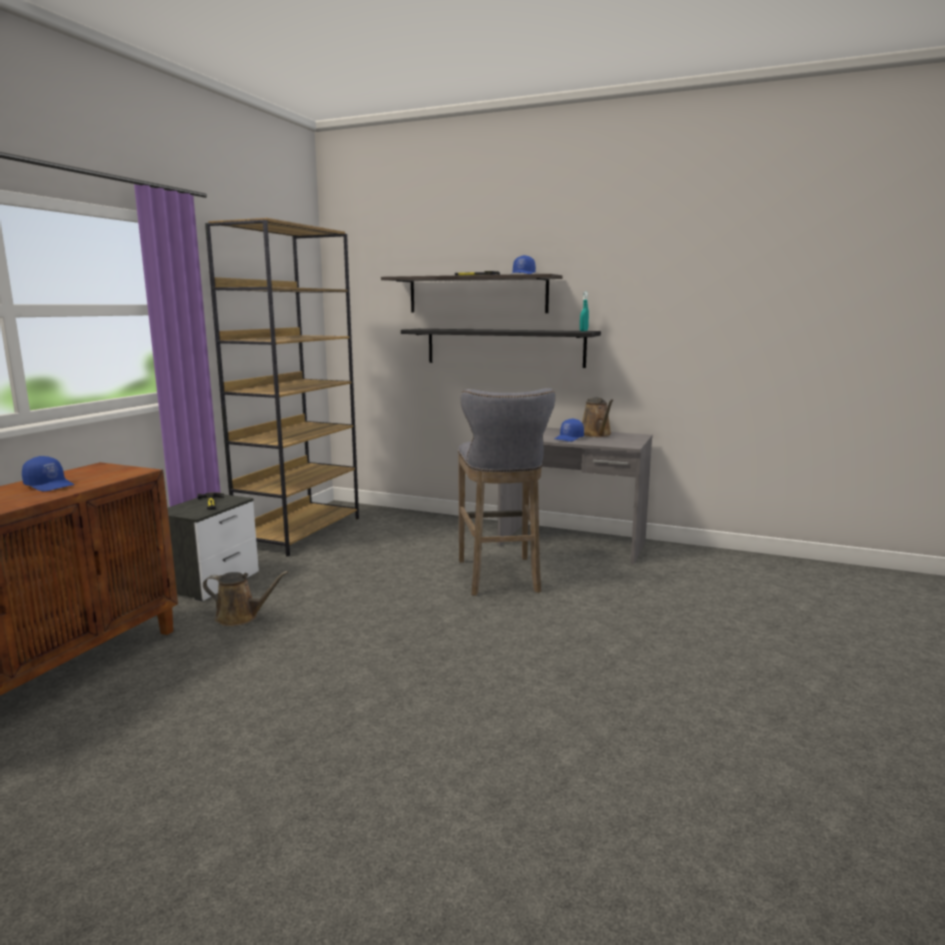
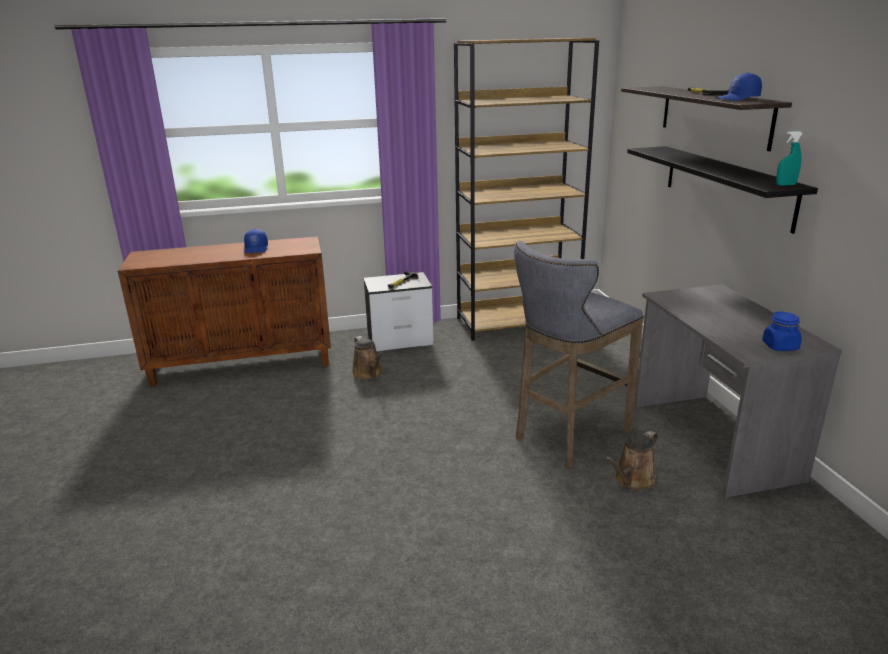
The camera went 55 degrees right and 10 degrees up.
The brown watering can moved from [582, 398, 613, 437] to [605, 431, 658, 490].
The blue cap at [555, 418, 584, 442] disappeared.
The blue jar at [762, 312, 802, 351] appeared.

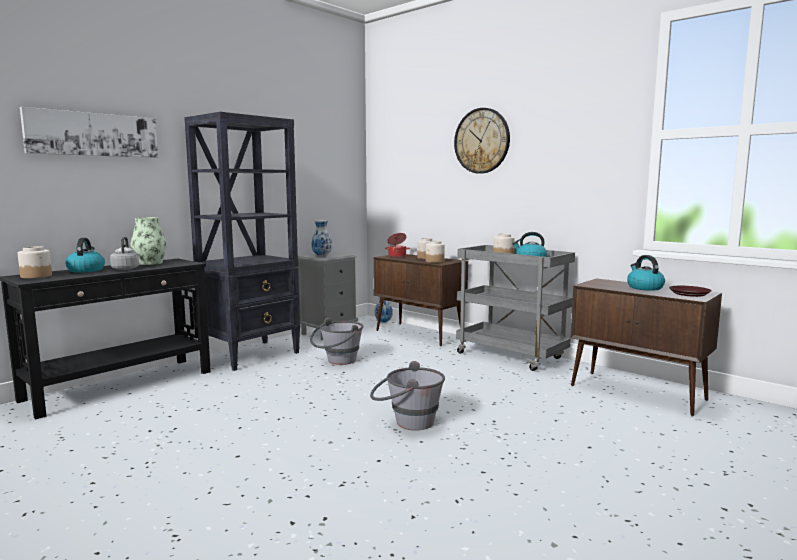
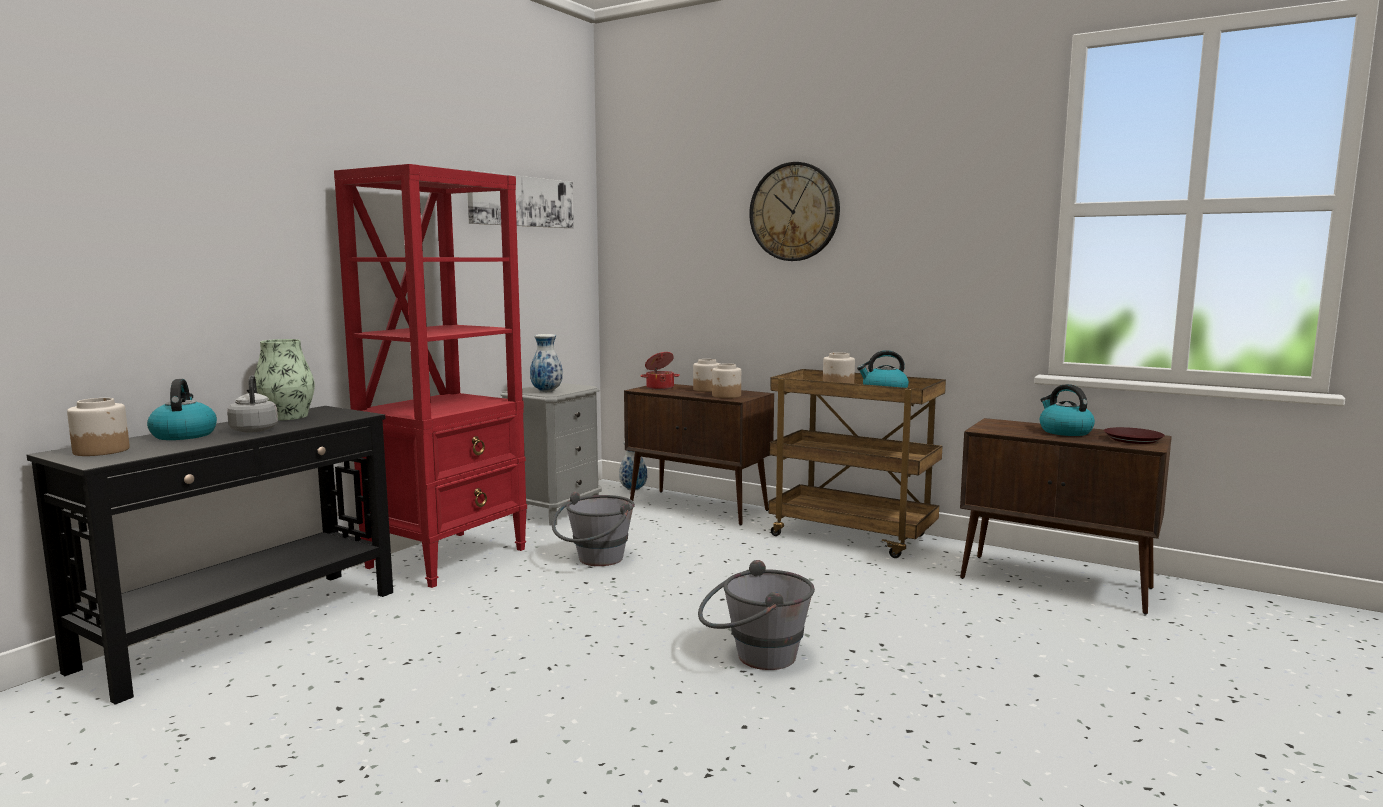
The camera went 10 degrees left and 0 degrees up.
The picture moved from [20, 107, 158, 158] to [467, 170, 574, 228].
The black bookcase at [184, 112, 300, 371] became the red bookcase at [334, 164, 527, 588].
The grey cart at [456, 245, 575, 371] became the brown cart at [768, 369, 946, 558].

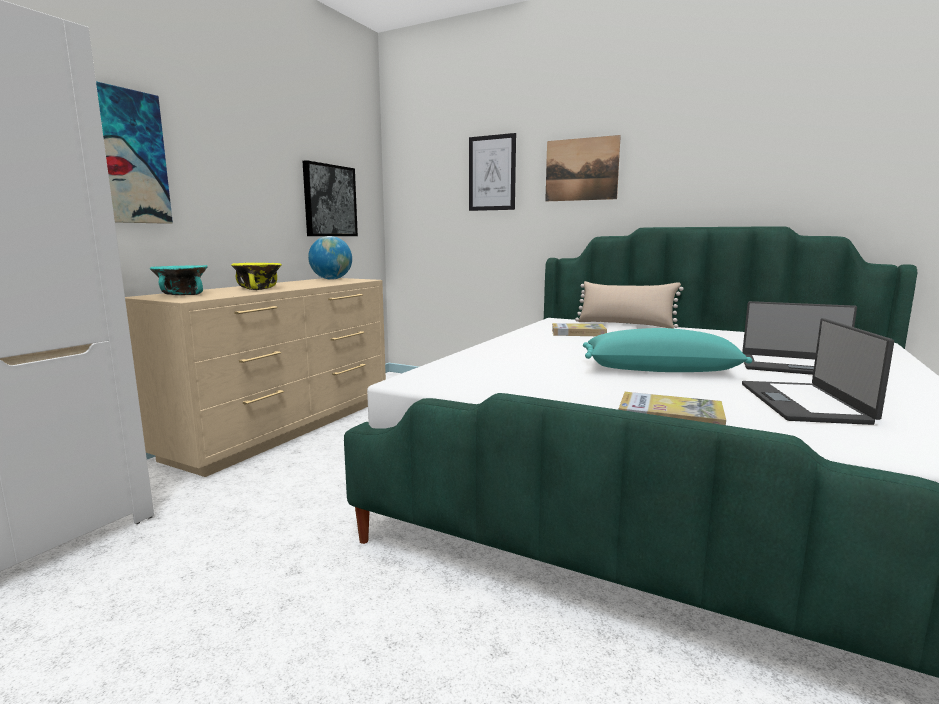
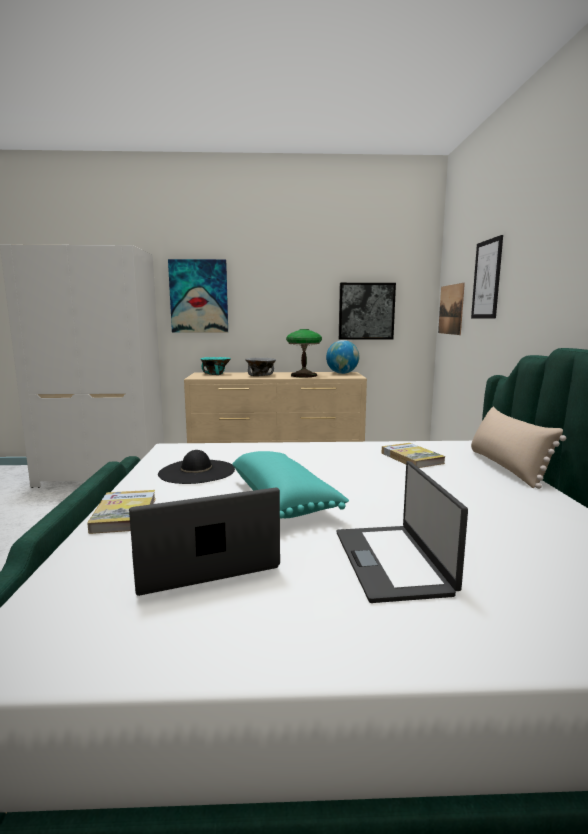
The camera went 60 degrees right and 0 degrees up.
The picture moved from [545, 135, 621, 201] to [438, 283, 465, 335].
The yellow bowl at [231, 263, 282, 290] became the grey bowl at [245, 358, 276, 376].
The table lamp at [286, 329, 322, 377] appeared.
The black hat at [158, 450, 235, 484] appeared.

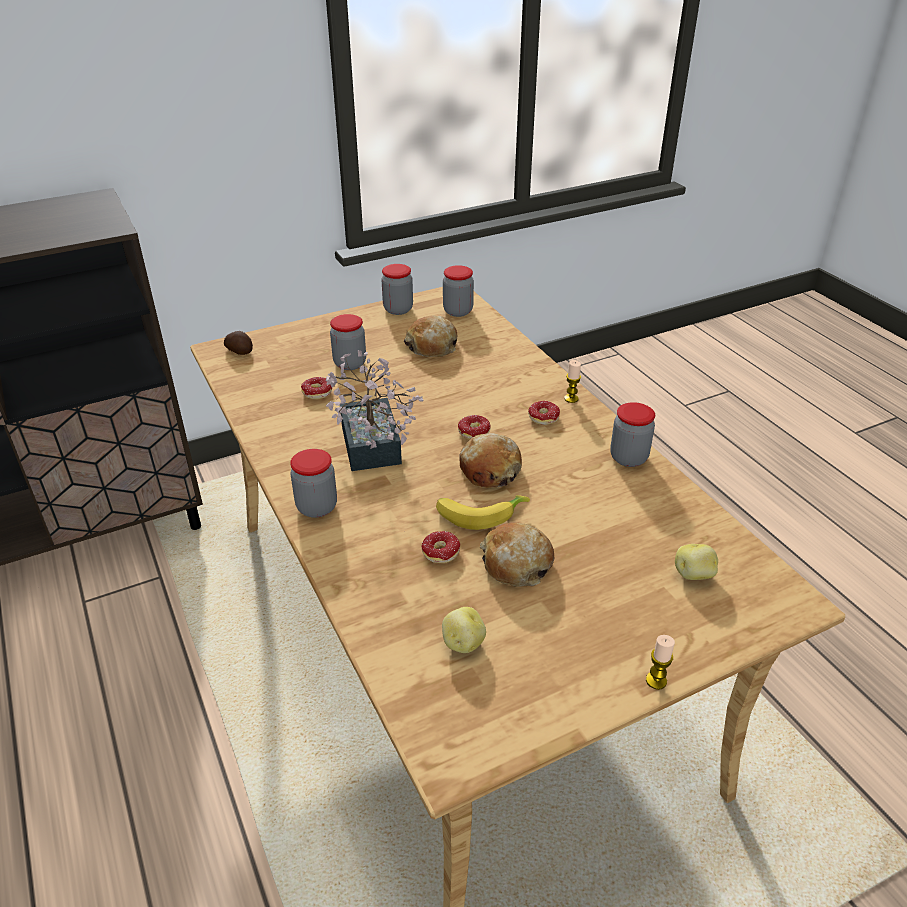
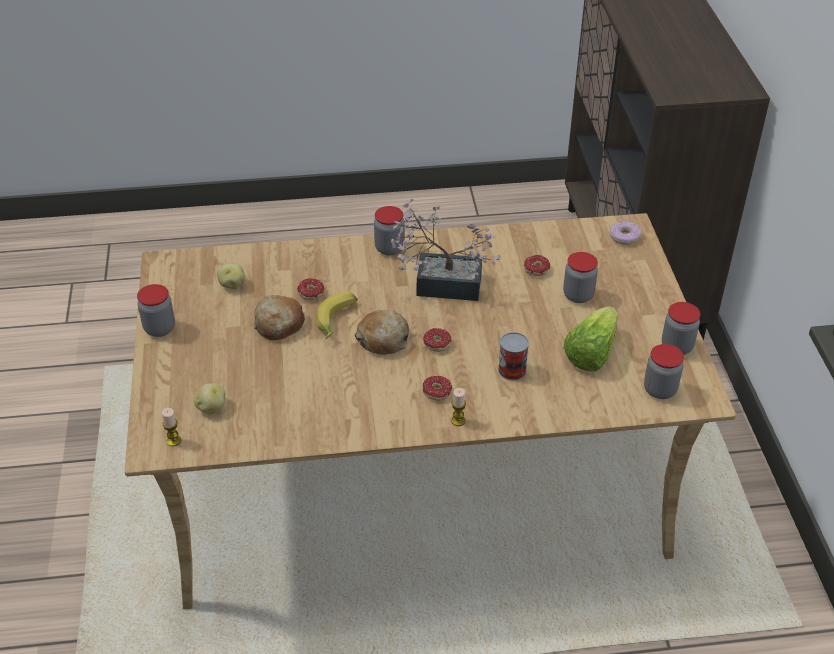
The camera went 110 degrees right and 5 degrees up.
The bread at [404, 315, 457, 357] was replaced by the lettuce at [564, 306, 618, 372].
The potato at [224, 331, 253, 355] was replaced by the donut at [610, 221, 642, 245].
The jar moved from [610, 402, 655, 467] to [137, 284, 175, 337].
The candle moved from [646, 635, 675, 690] to [162, 408, 181, 446].
The can at [498, 332, 529, 380] appeared.

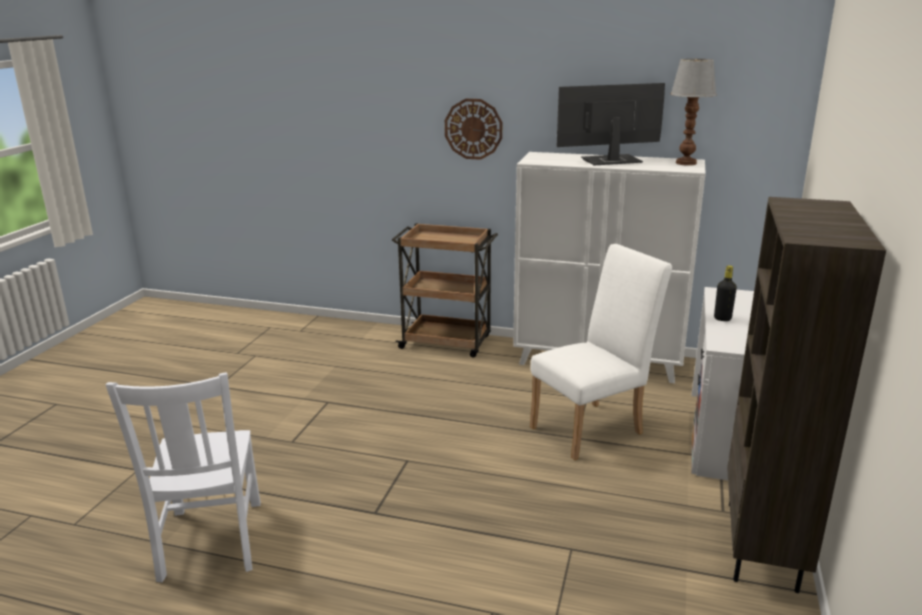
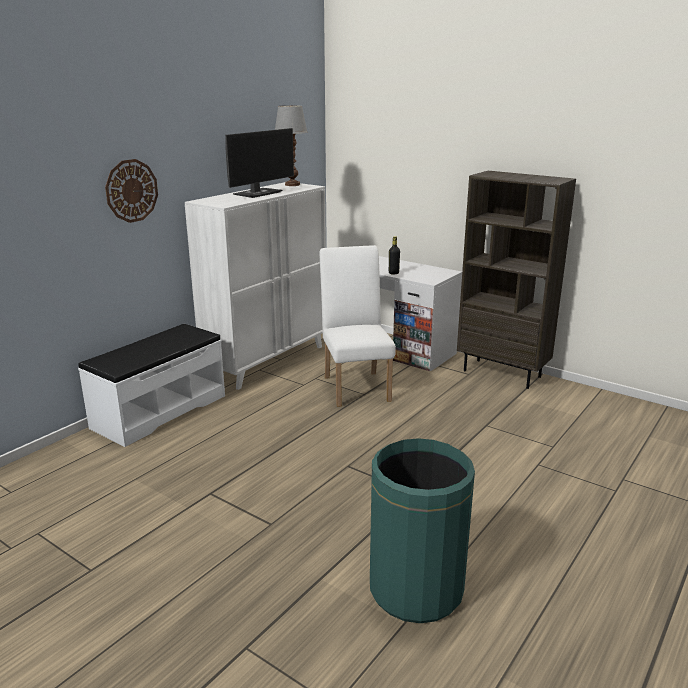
The camera went 70 degrees left and 0 degrees up.
The monitor at [556, 83, 665, 165] turned 150 degrees counterclockwise.
The brown cart at [392, 223, 498, 358] was replaced by the white bench at [78, 324, 225, 447].
The white chair at [105, 372, 261, 582] was replaced by the green trash can at [370, 438, 475, 623].

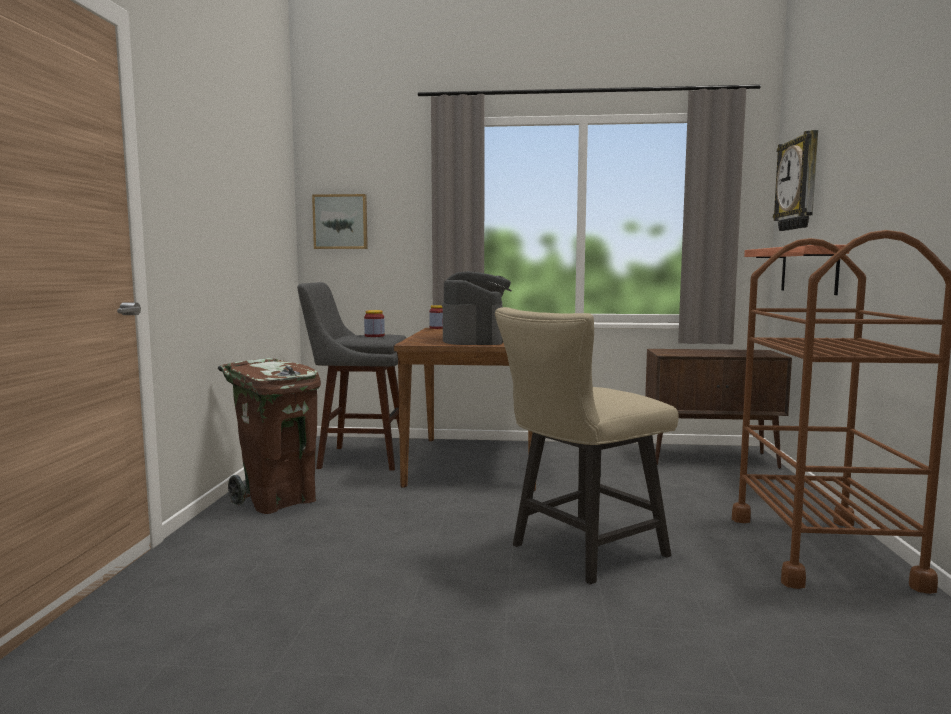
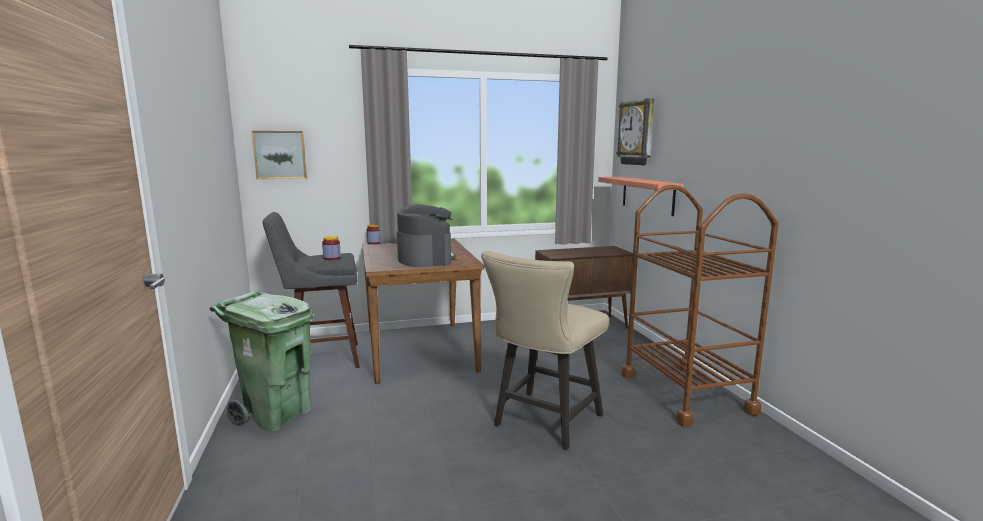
The camera went 20 degrees left and 5 degrees up.
The brown trash can at [218, 358, 321, 514] became the green trash can at [210, 291, 313, 431].

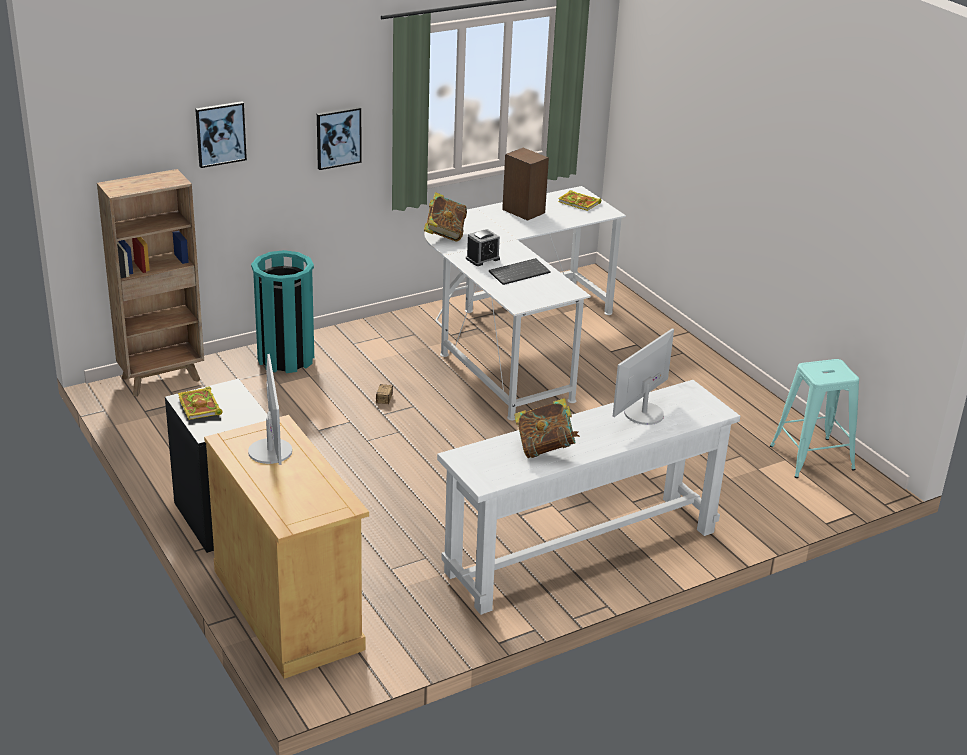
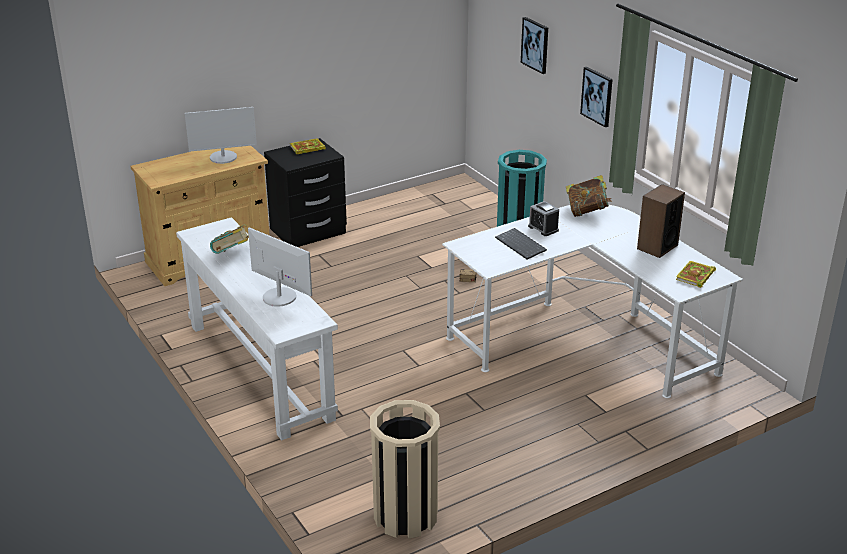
The camera went 90 degrees right and 0 degrees up.
The brown bookcase at [97, 169, 204, 397] disappeared.
The turquoise stool at [770, 359, 859, 478] was replaced by the beige trash can at [370, 400, 440, 539].

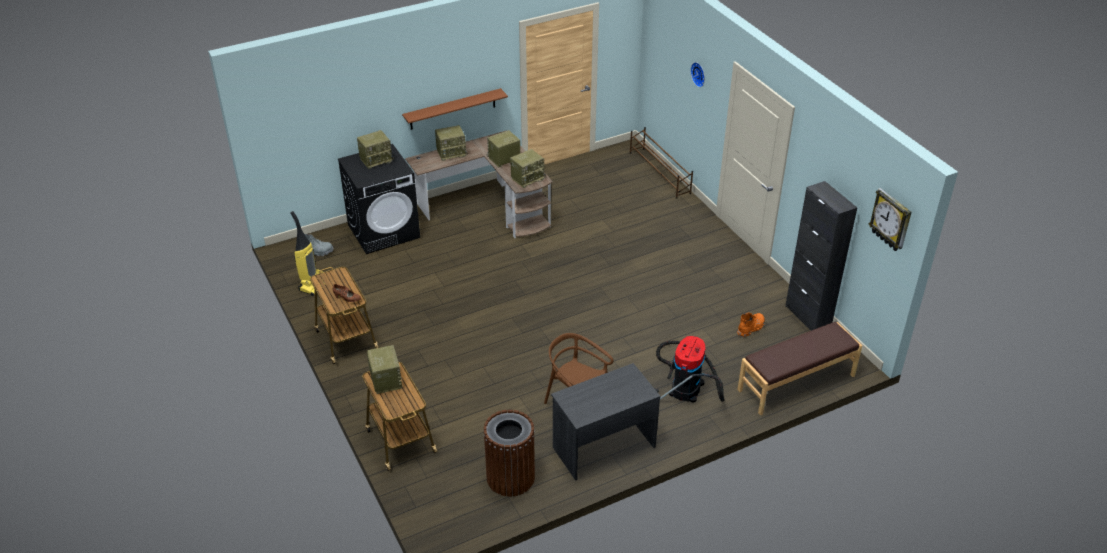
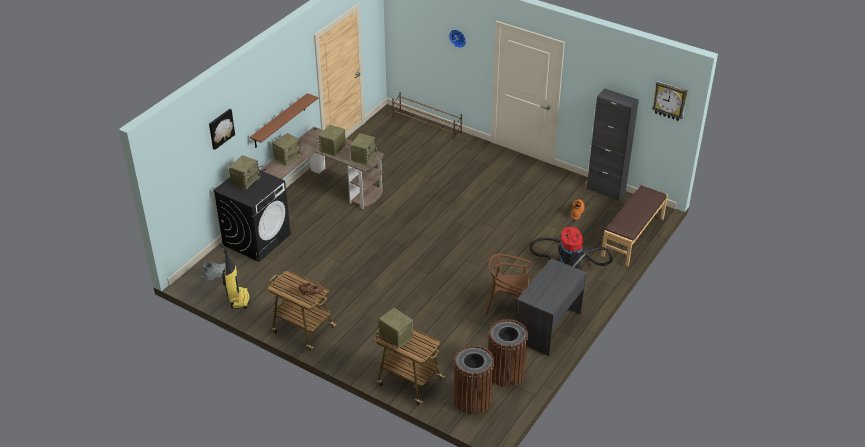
The camera went 30 degrees left and 0 degrees up.
The picture at [209, 109, 235, 150] appeared.
The brown trash can at [454, 345, 494, 414] appeared.

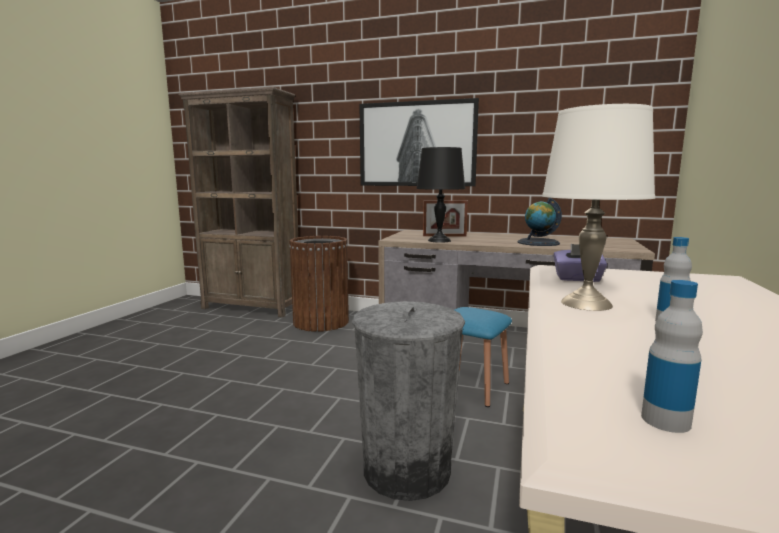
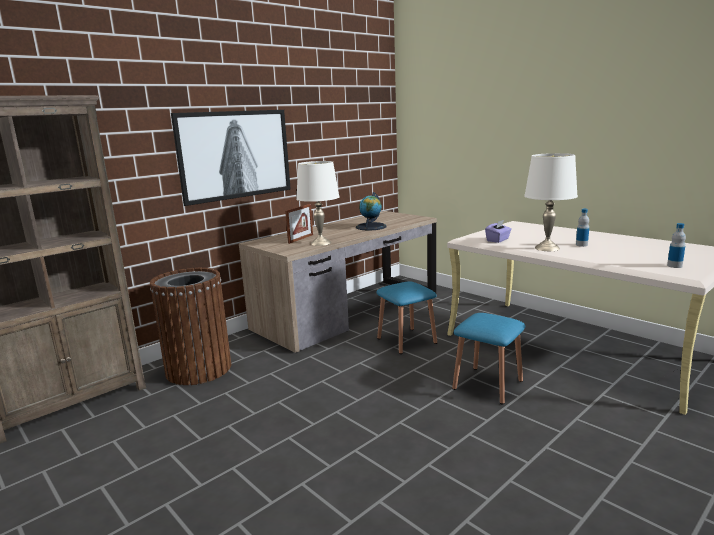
The camera went 60 degrees left and 5 degrees up.
The black table lamp at [416, 147, 465, 243] became the white table lamp at [296, 161, 340, 246].
The grey trash can at [352, 301, 465, 501] was replaced by the blue stool at [452, 313, 525, 404].

